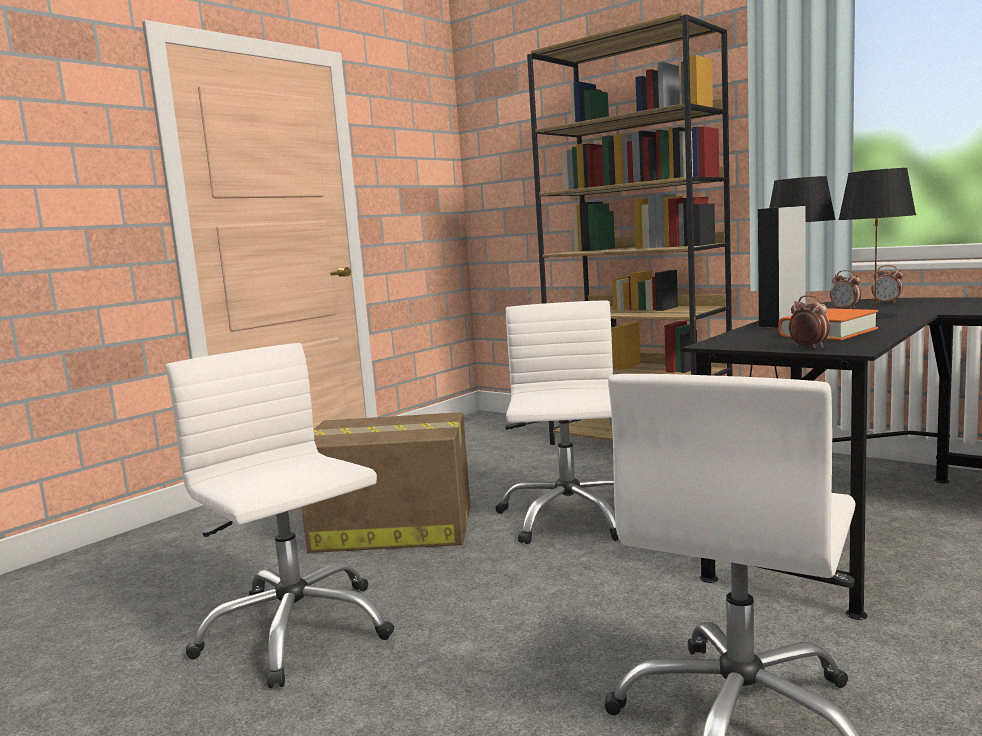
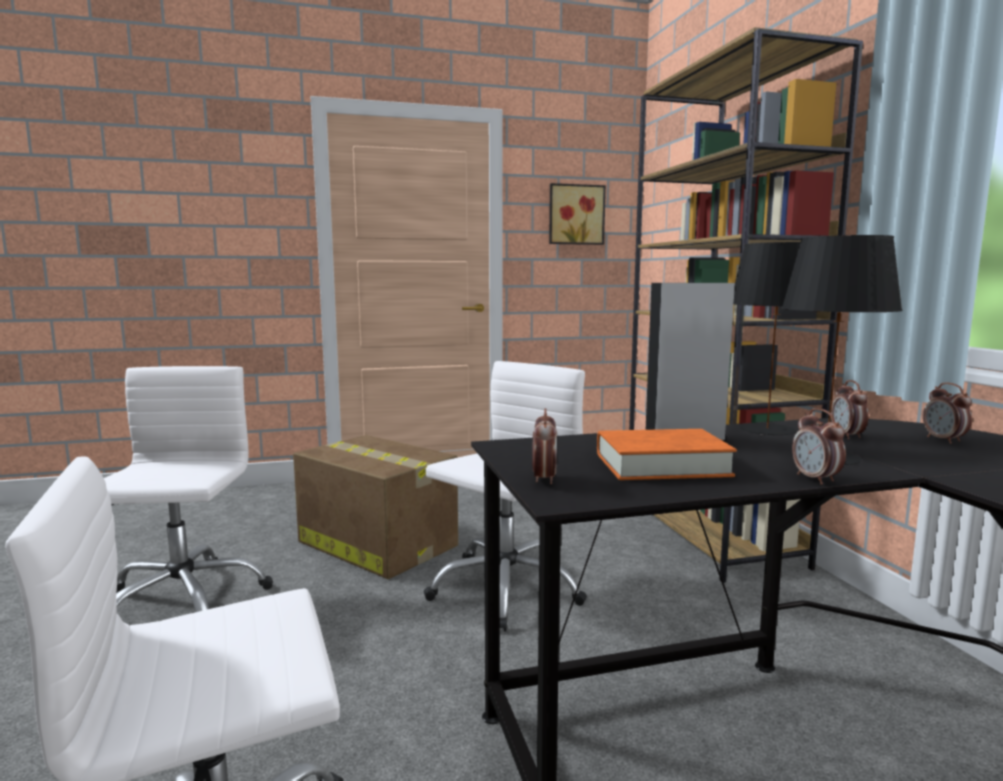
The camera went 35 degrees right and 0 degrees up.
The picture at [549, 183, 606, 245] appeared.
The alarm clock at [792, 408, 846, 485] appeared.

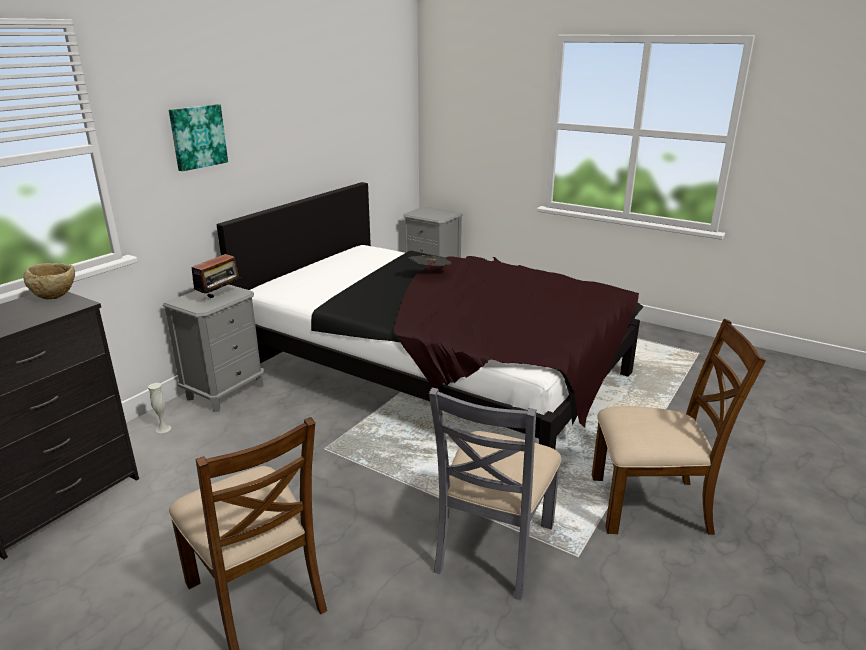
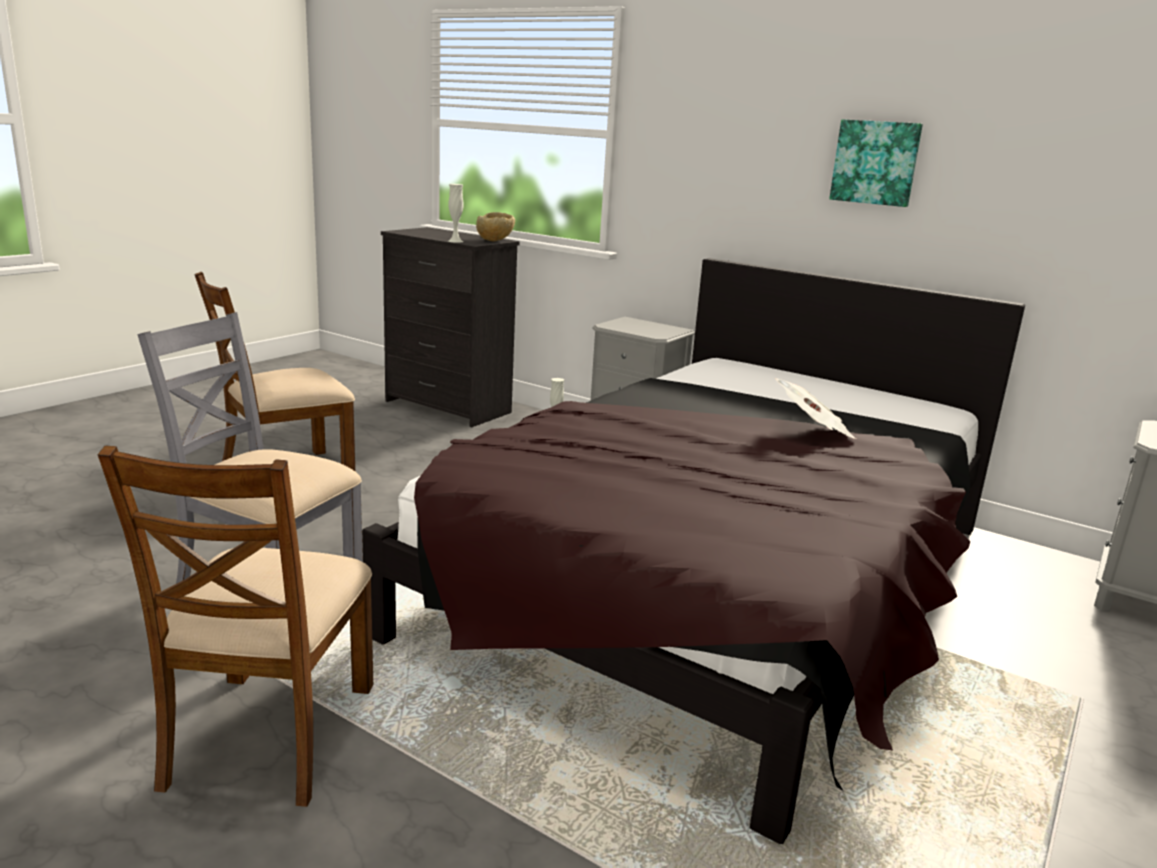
The camera went 90 degrees right and 5 degrees down.
The picture moved from [169, 104, 228, 171] to [829, 119, 923, 207].
The radio at [192, 254, 242, 298] disappeared.
The white vase at [448, 184, 464, 243] appeared.

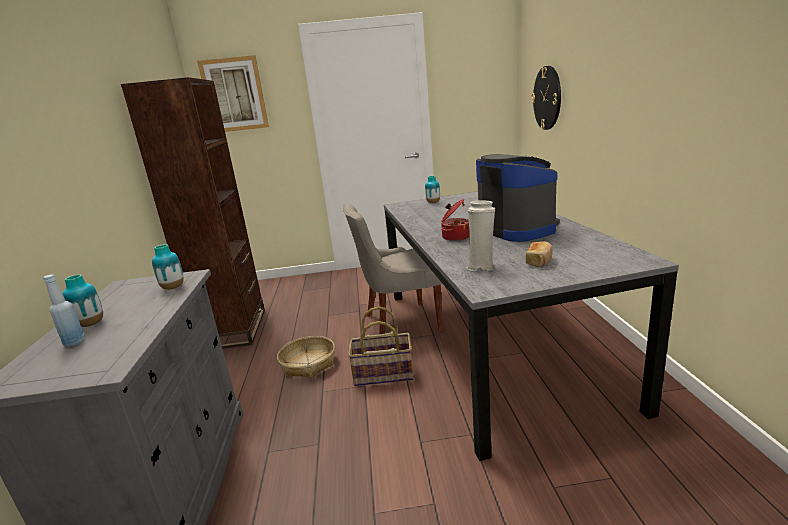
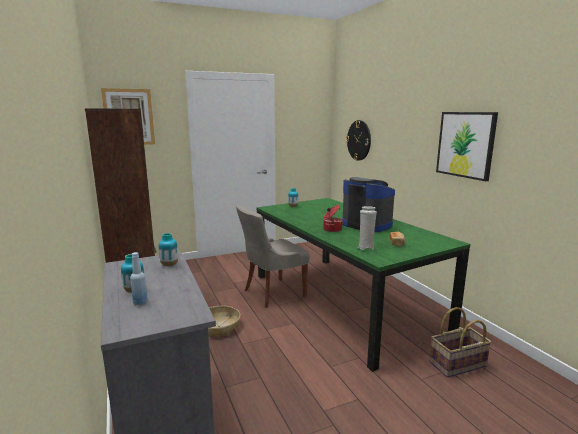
The camera went 20 degrees left and 5 degrees down.
The grey dining table at [384, 191, 679, 461] became the green dining table at [256, 198, 470, 372].
The basket moved from [348, 306, 413, 386] to [429, 307, 491, 378].
The picture at [436, 112, 498, 181] appeared.

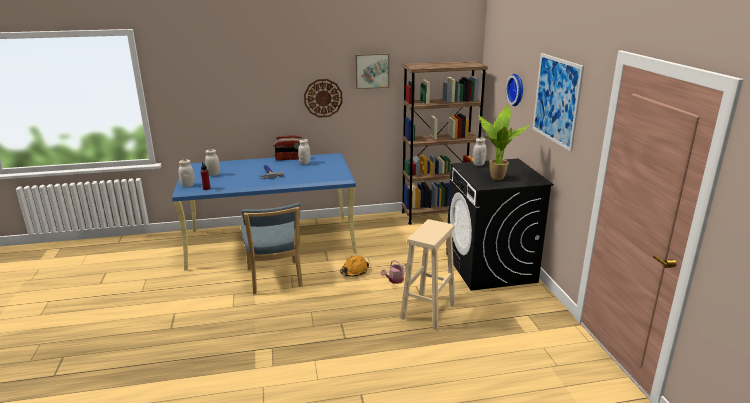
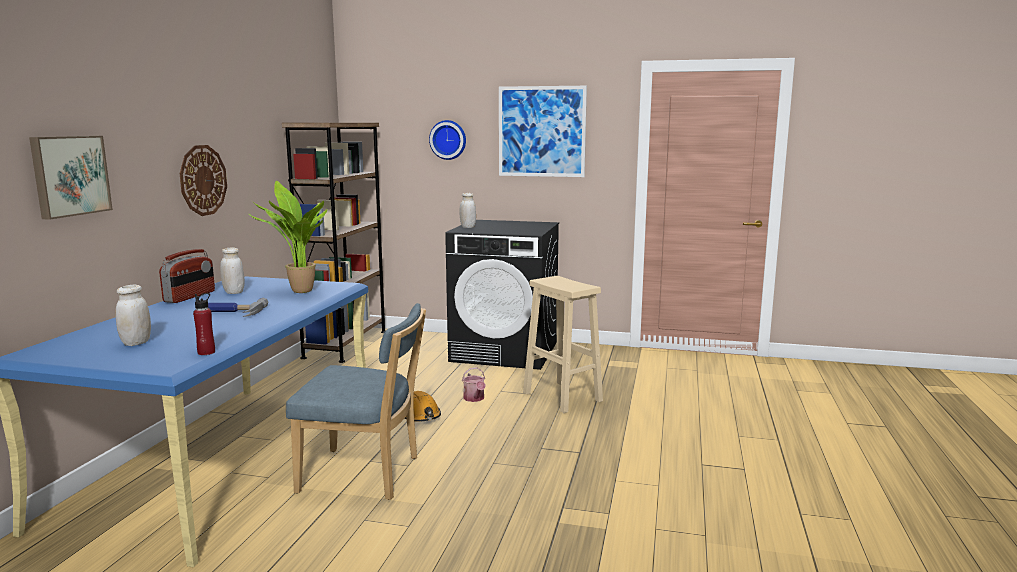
The camera went 65 degrees left and 10 degrees down.
The picture moved from [355, 53, 389, 89] to [29, 136, 113, 220].
The potted plant moved from [478, 104, 530, 180] to [248, 181, 327, 293].
The white jar at [179, 160, 195, 187] disappeared.

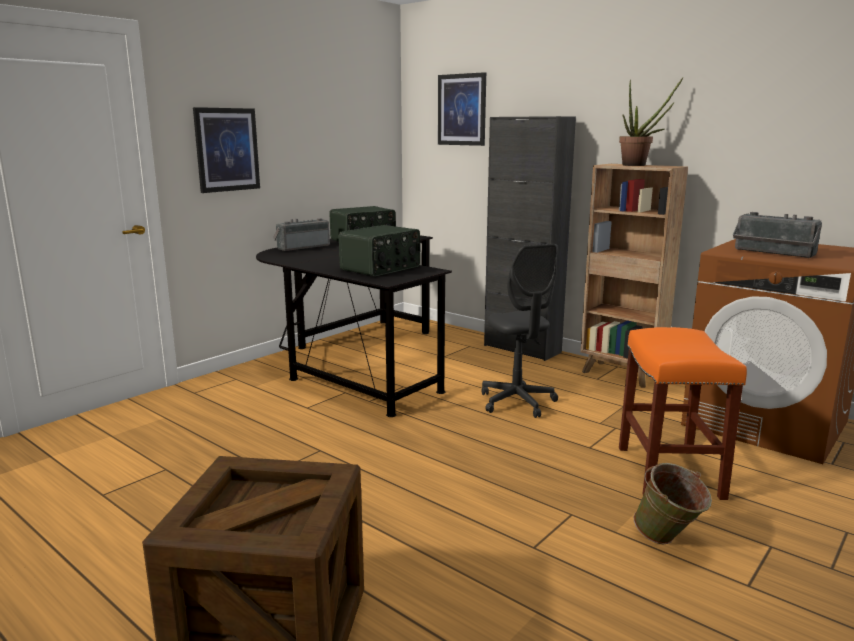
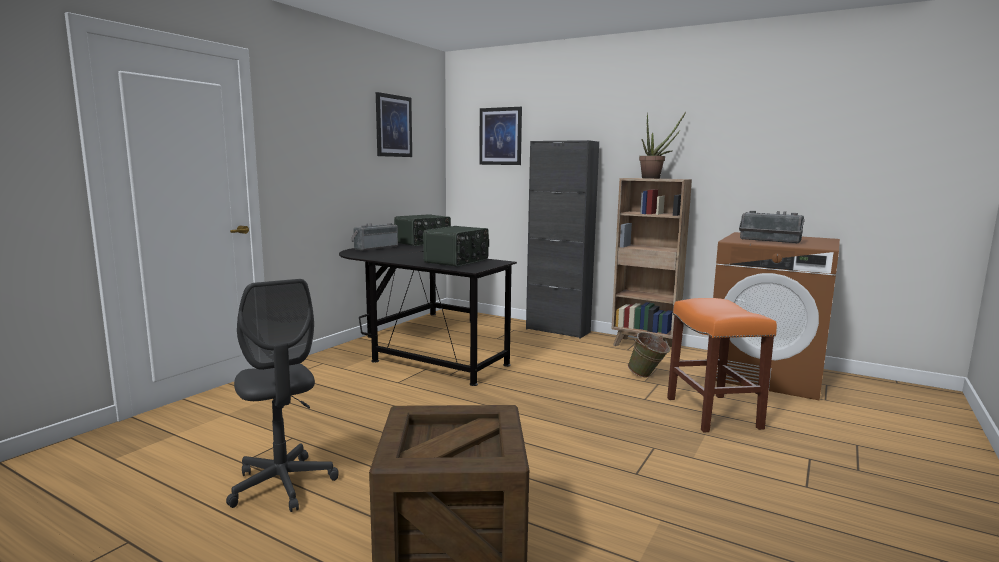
The camera went 10 degrees left and 5 degrees down.
The picture moved from [193, 107, 260, 193] to [376, 92, 412, 157].
The grey office chair moved from [482, 244, 558, 418] to [226, 279, 339, 512].
The green bucket moved from [634, 463, 712, 544] to [628, 332, 670, 378].

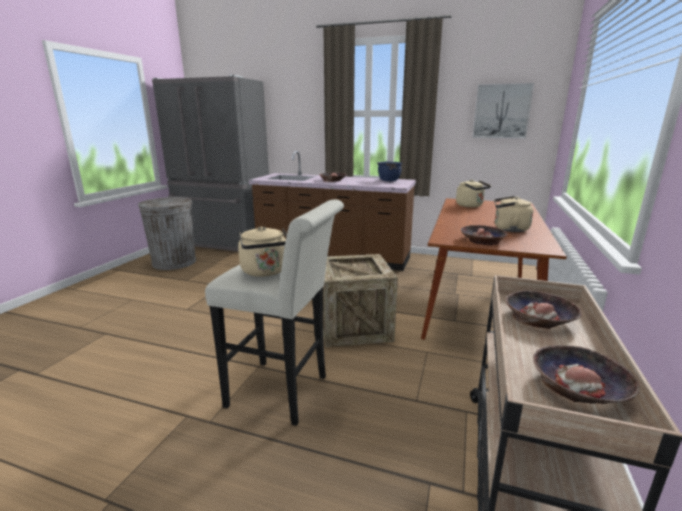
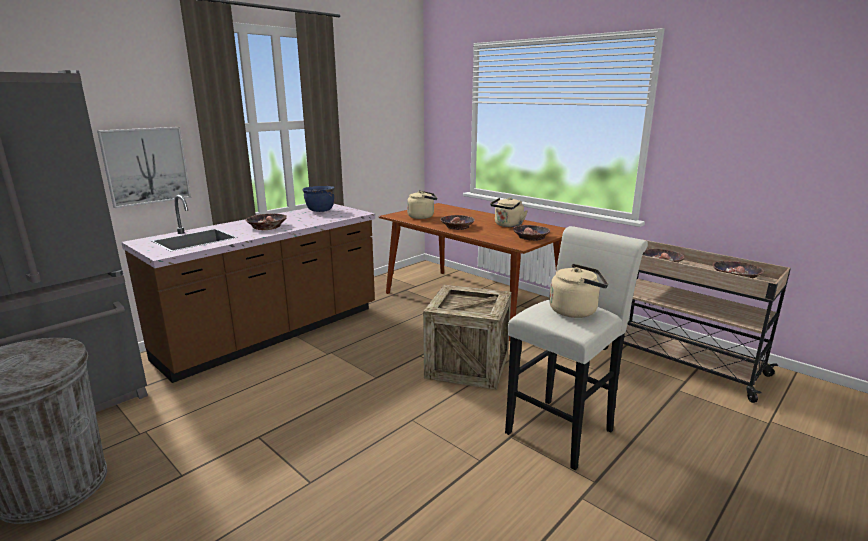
The camera went 65 degrees left and 0 degrees up.
The picture moved from [472, 83, 534, 138] to [97, 127, 191, 208].
The bowl at [440, 215, 475, 230] appeared.

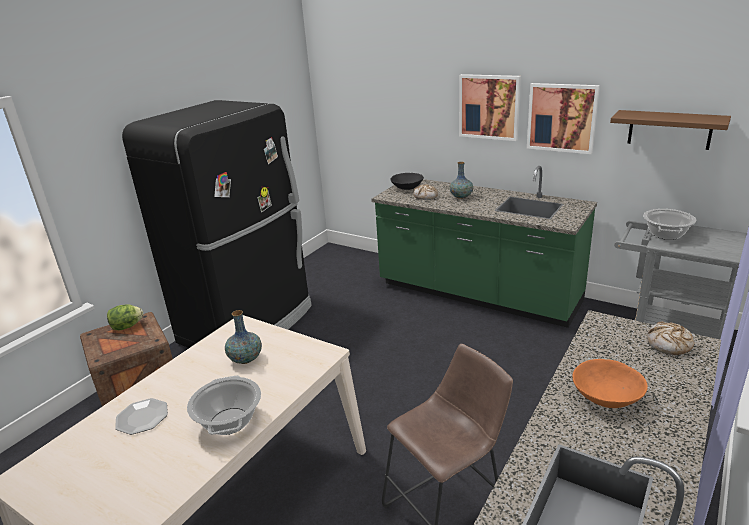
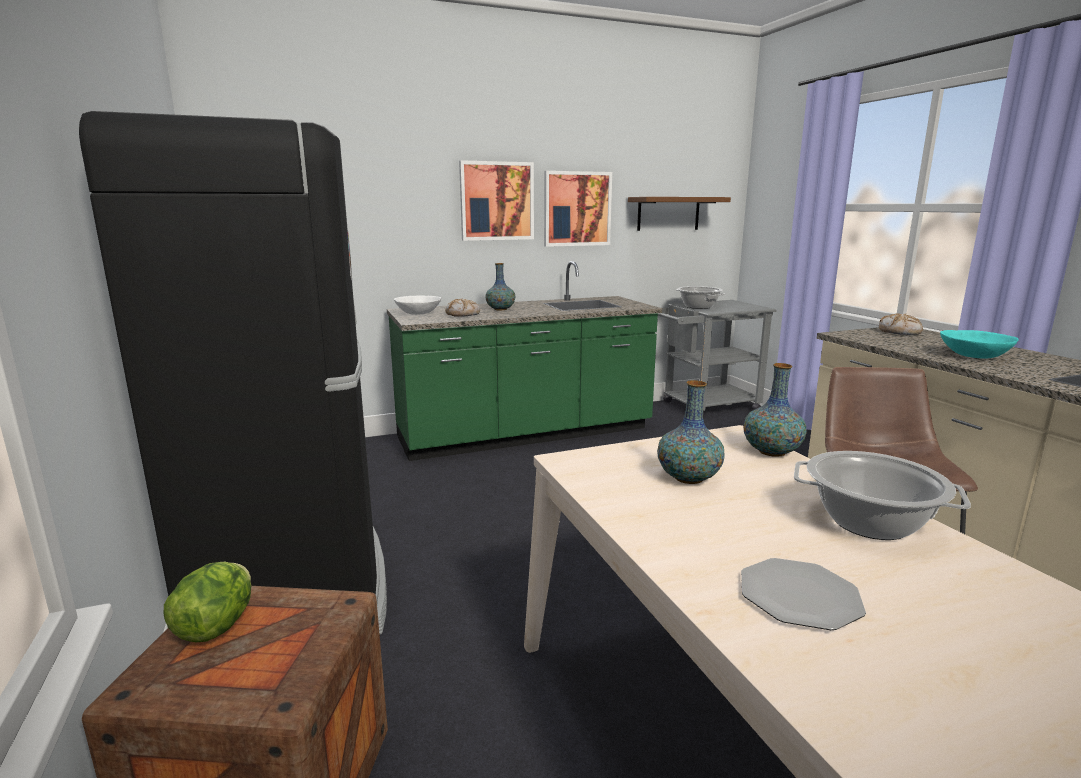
The camera went 55 degrees left and 10 degrees down.
The black bowl at [390, 173, 424, 190] became the white bowl at [394, 295, 441, 315].
The orange bowl at [572, 359, 648, 408] became the turquoise bowl at [940, 330, 1019, 359].
The vase at [743, 363, 806, 457] appeared.

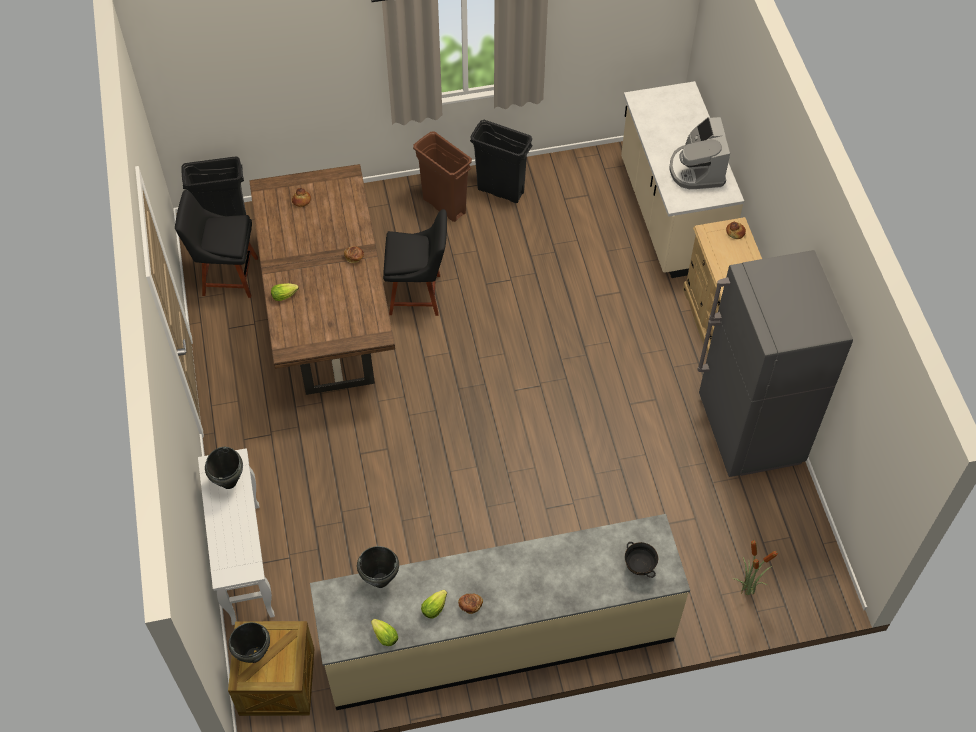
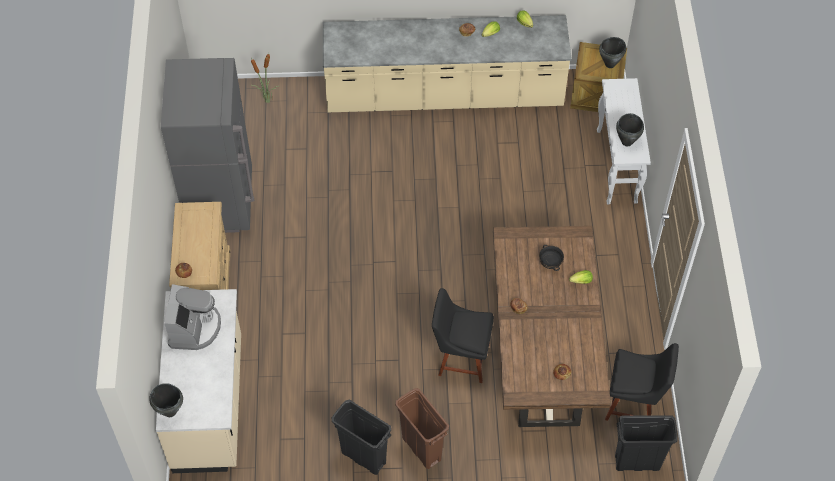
The camera went 170 degrees left and 0 degrees up.
The black bowl moved from [625, 542, 658, 578] to [539, 245, 564, 271].
The black cooking pot moved from [357, 546, 399, 588] to [149, 383, 183, 417].

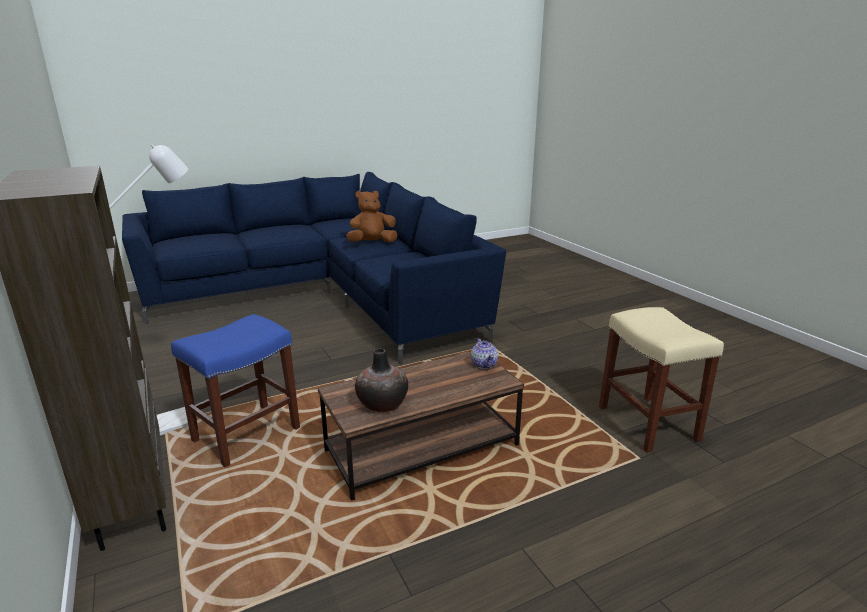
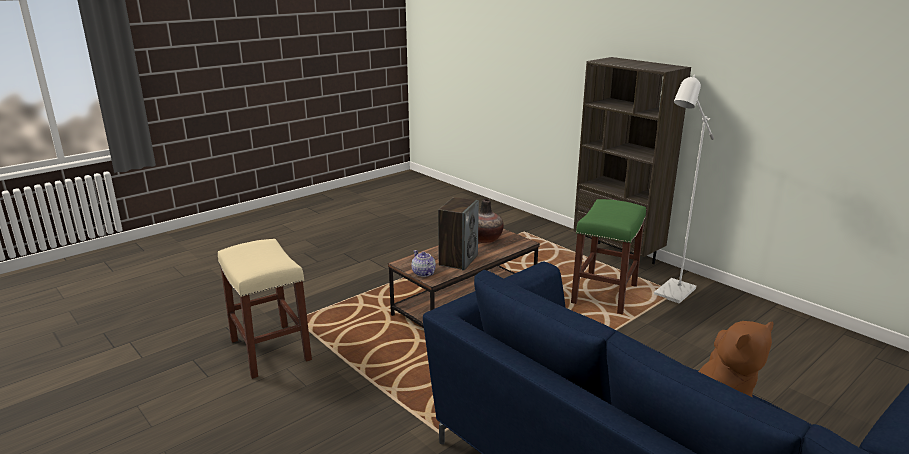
The camera went 165 degrees right and 0 degrees up.
The blue stool at [171, 314, 300, 467] became the green stool at [571, 199, 646, 314].
The speaker at [438, 197, 479, 270] appeared.

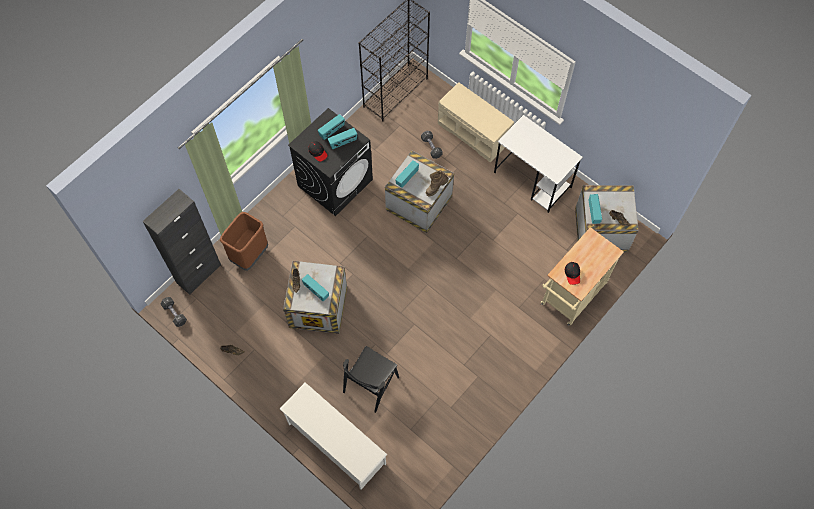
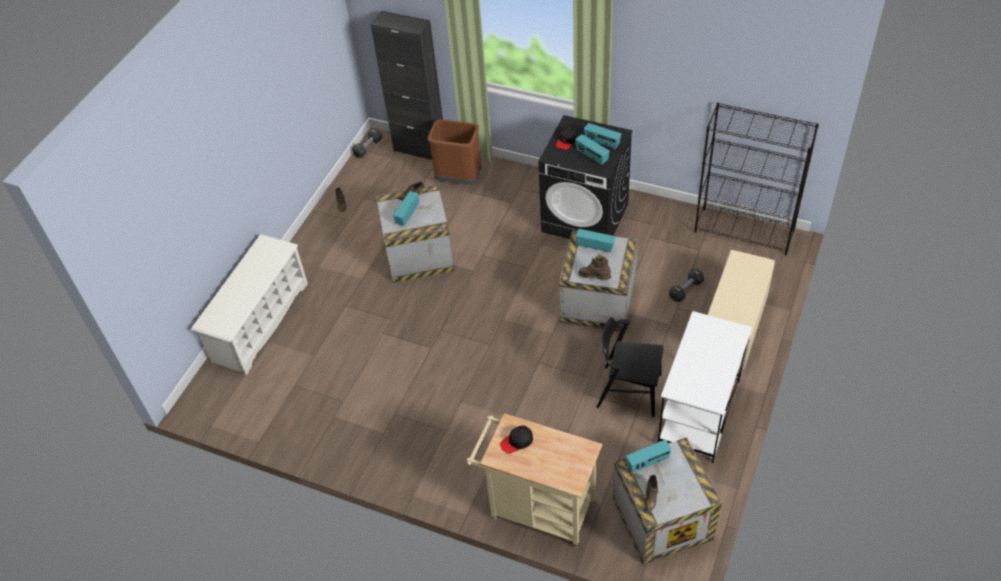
The camera went 75 degrees right and 15 degrees down.
The black chair moved from [343, 346, 399, 413] to [597, 318, 664, 418].

